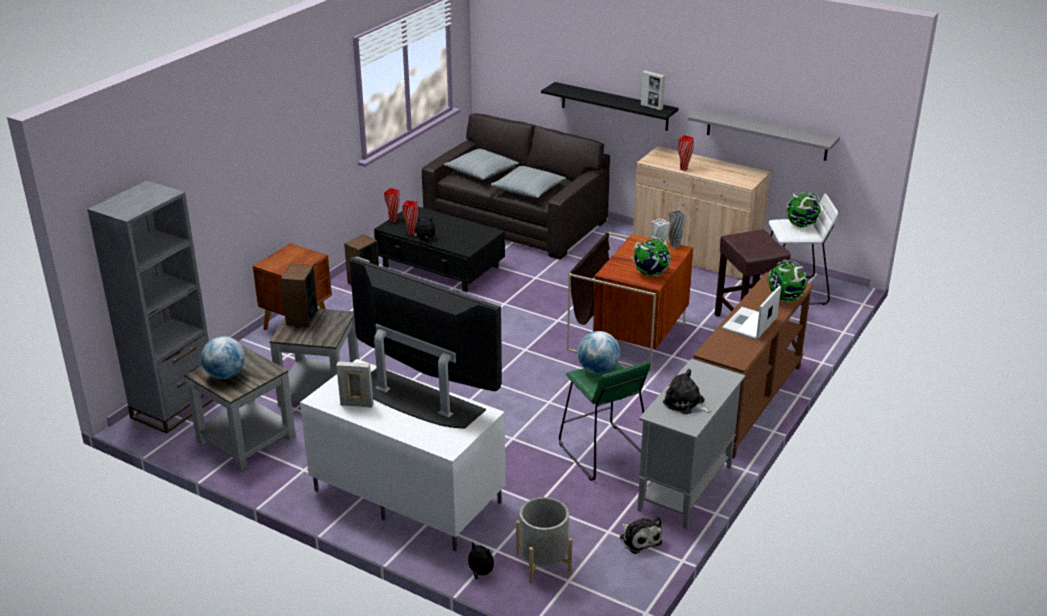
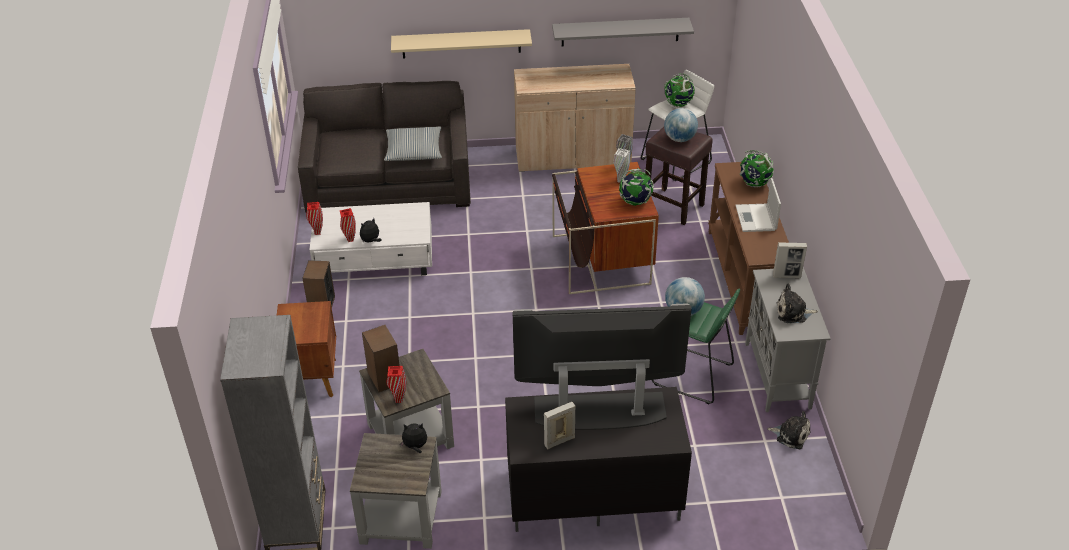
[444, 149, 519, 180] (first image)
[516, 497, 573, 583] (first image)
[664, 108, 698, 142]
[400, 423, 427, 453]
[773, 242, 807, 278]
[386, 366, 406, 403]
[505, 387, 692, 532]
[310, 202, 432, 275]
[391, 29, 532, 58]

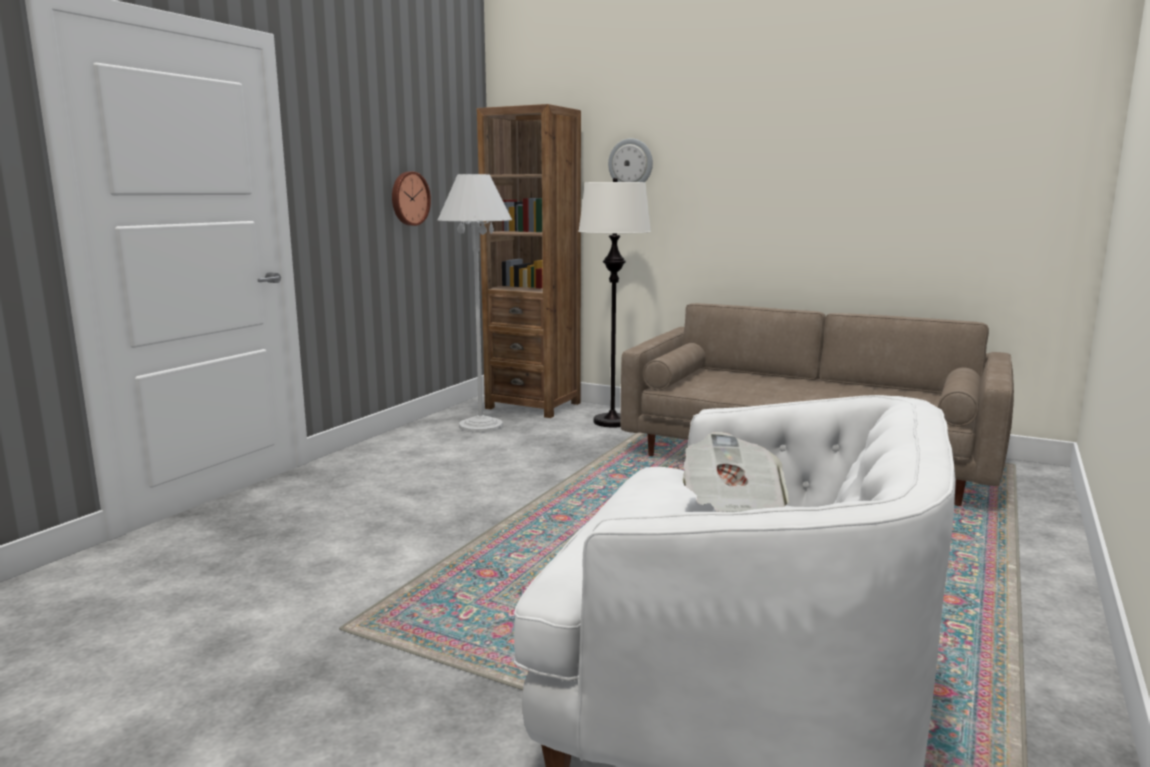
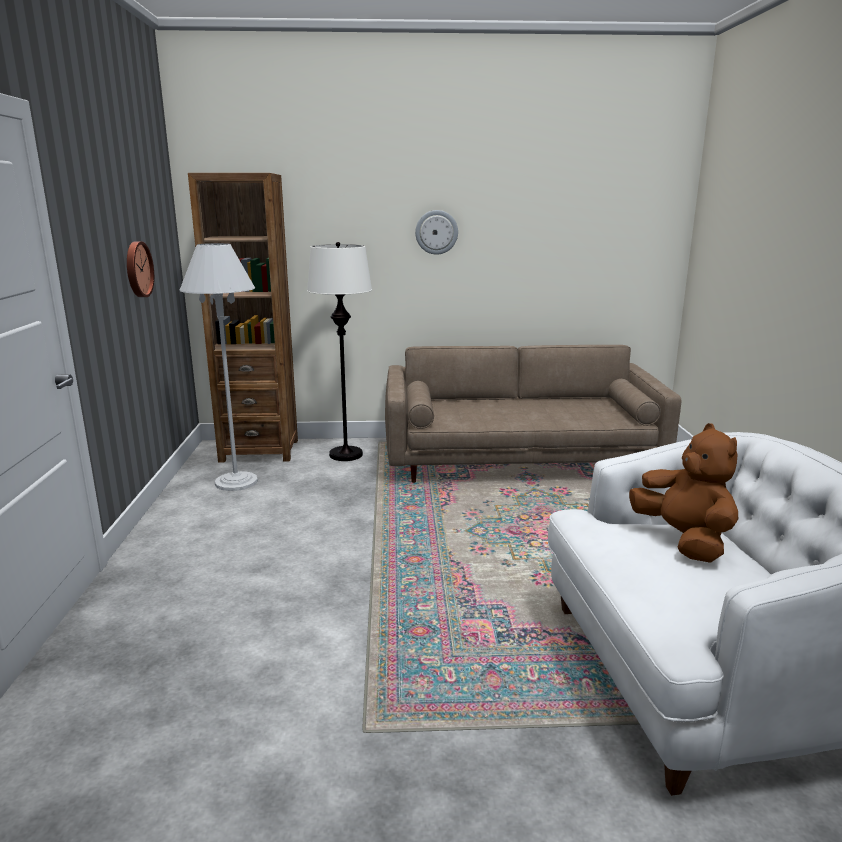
[415, 210, 458, 255]
[629, 423, 738, 563]

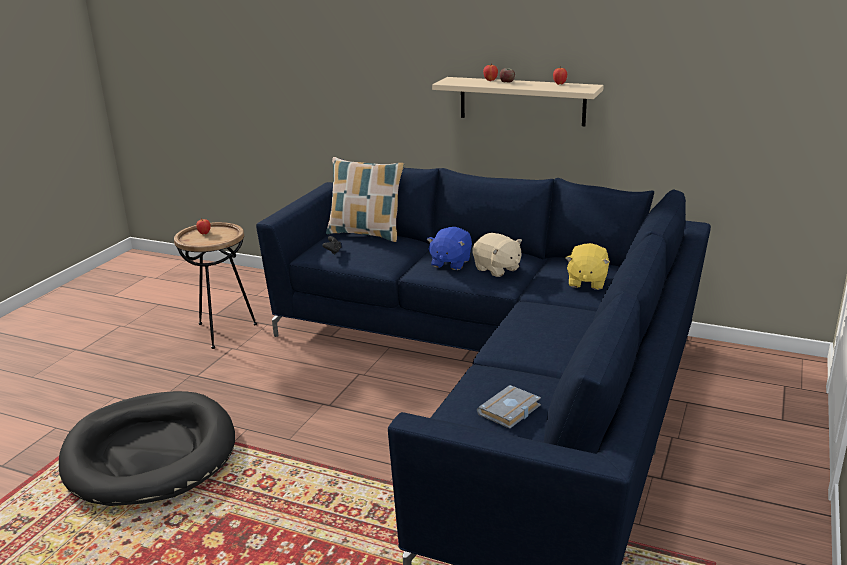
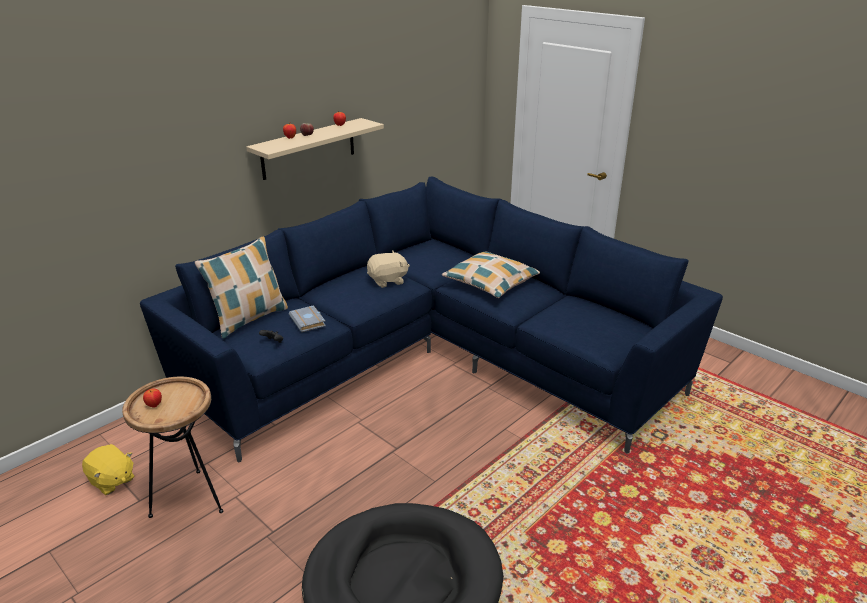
[427, 227, 472, 270] (first image)
[442, 252, 540, 298]
[289, 305, 326, 332]
[82, 444, 135, 495]

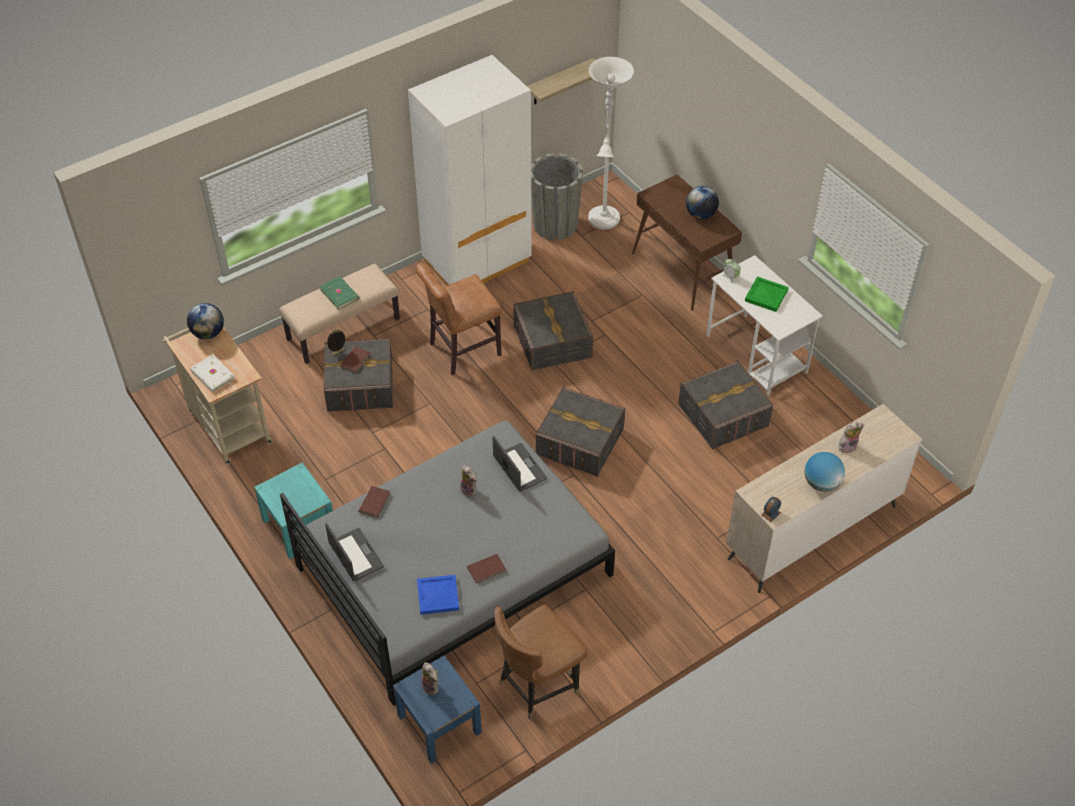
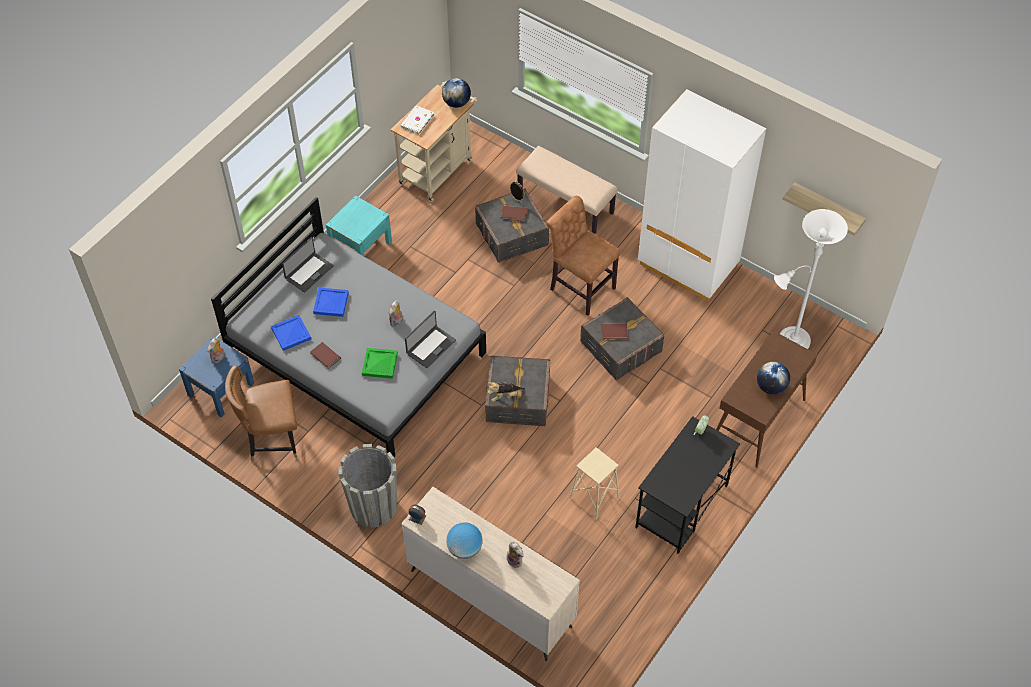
[319, 276, 359, 310] (first image)
[313, 288, 349, 317]
[488, 382, 525, 402]
[601, 323, 628, 339]
[338, 444, 397, 528]
[362, 348, 398, 379]
[570, 447, 620, 520]
[635, 416, 740, 554]
[225, 365, 297, 461]

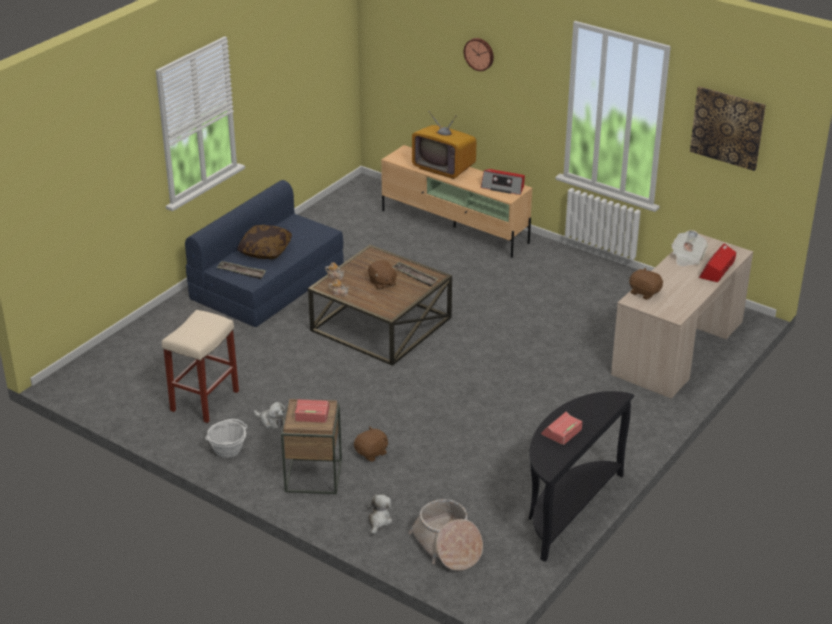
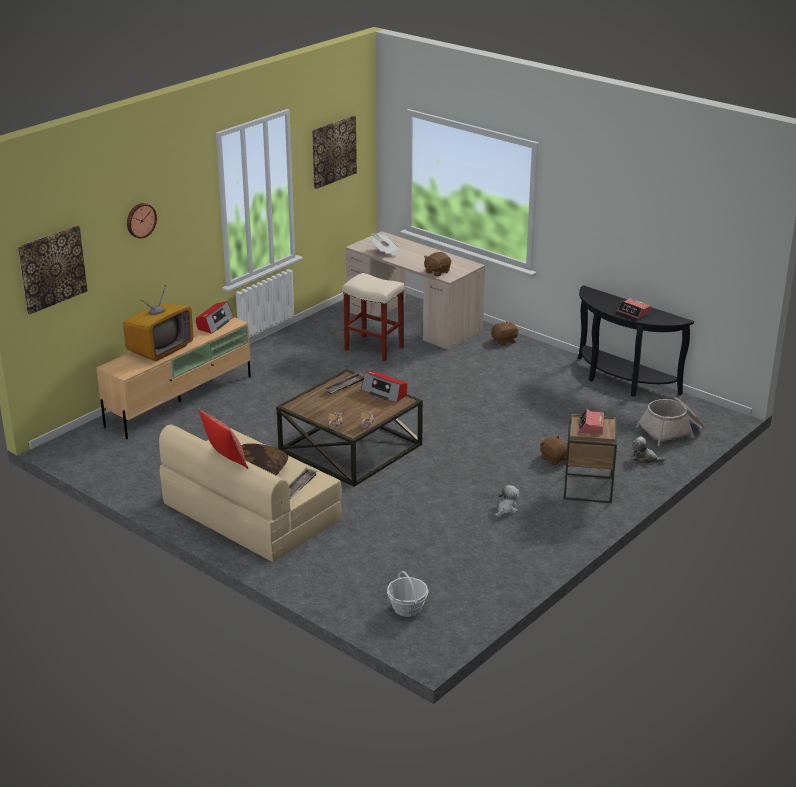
[18, 225, 87, 314]
[198, 409, 248, 469]
[343, 273, 405, 362]
[387, 571, 428, 617]
[491, 321, 519, 346]
[361, 372, 407, 403]
[159, 425, 342, 562]

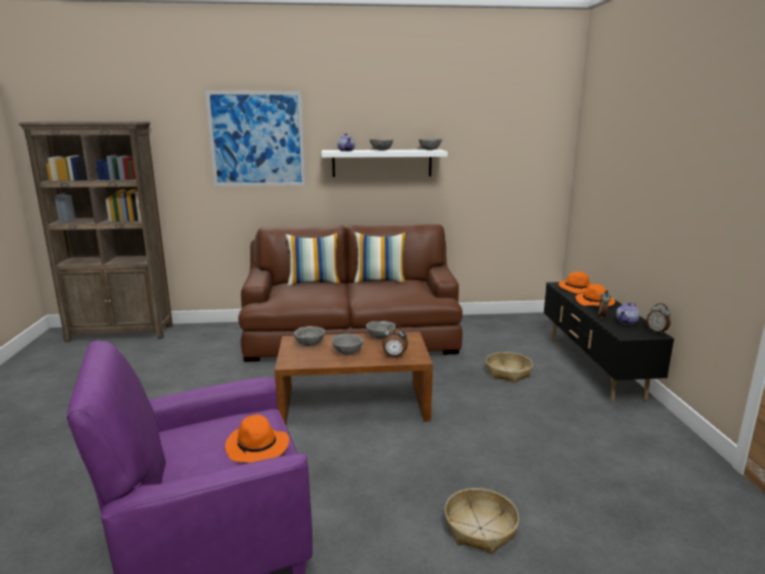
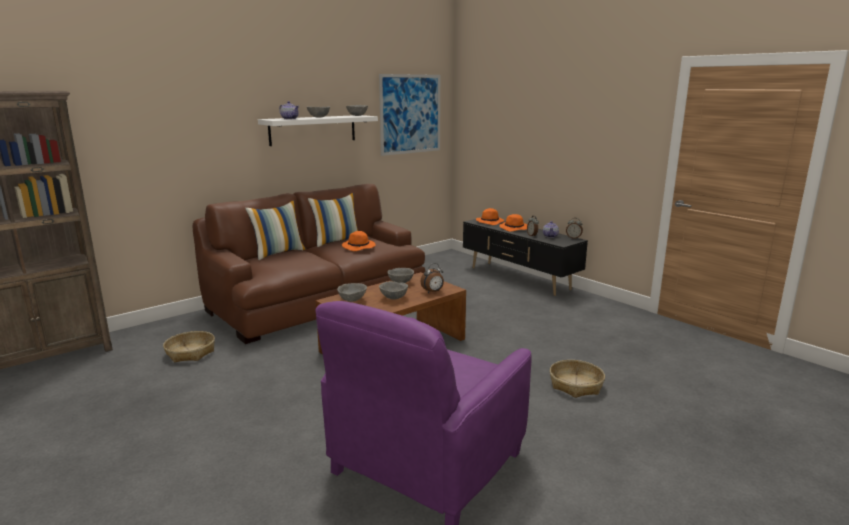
[379, 74, 440, 156]
[342, 231, 376, 251]
[163, 331, 215, 362]

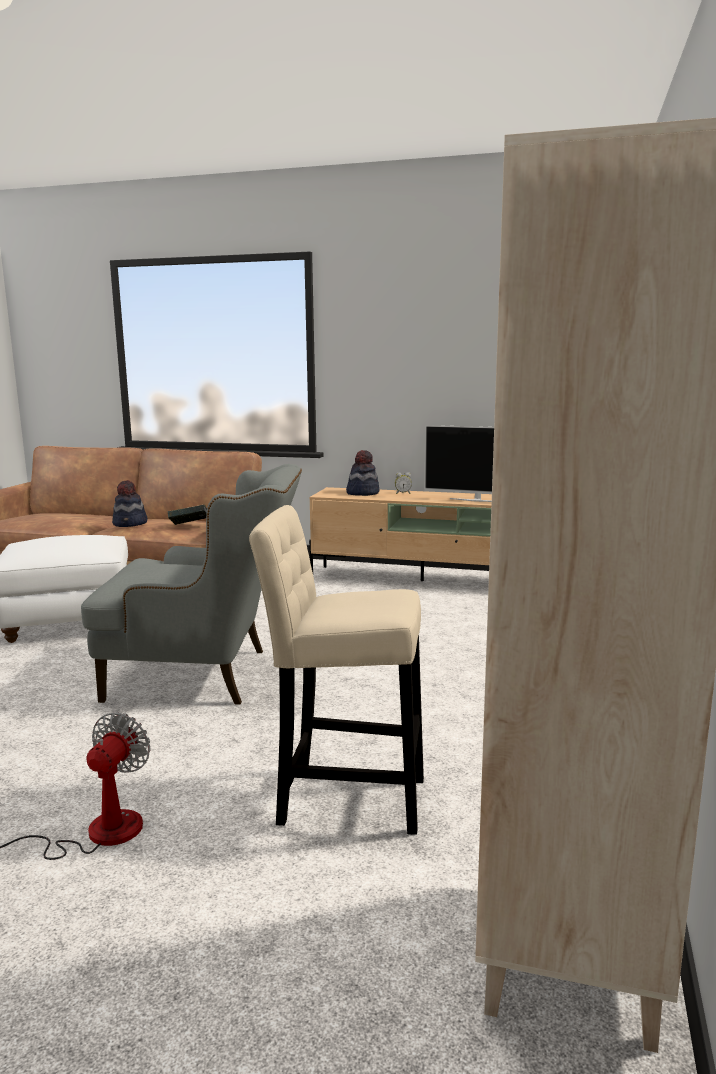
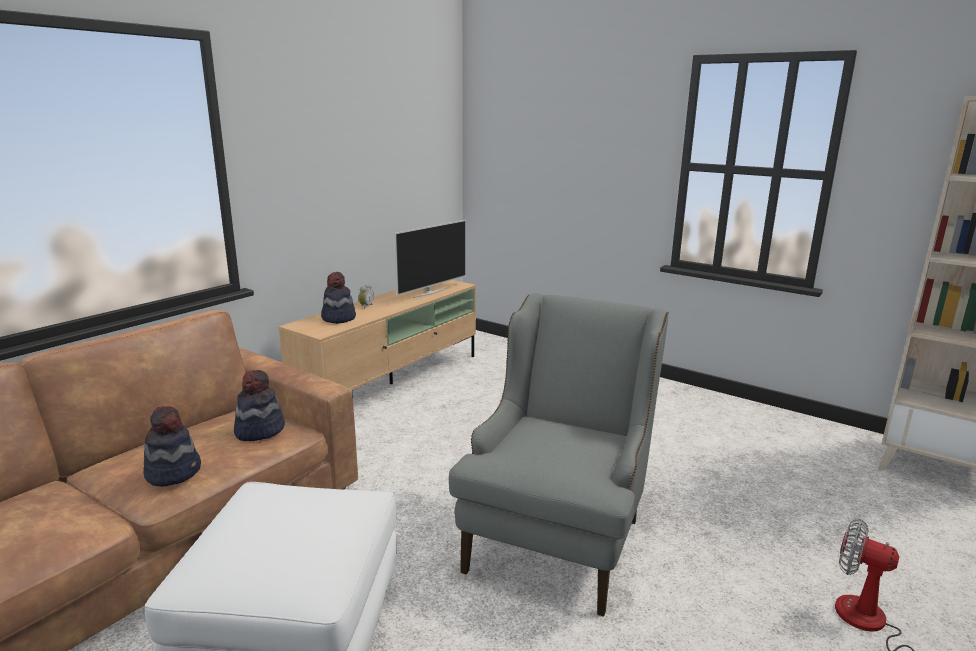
[249, 505, 424, 835] (first image)
[234, 370, 285, 441]

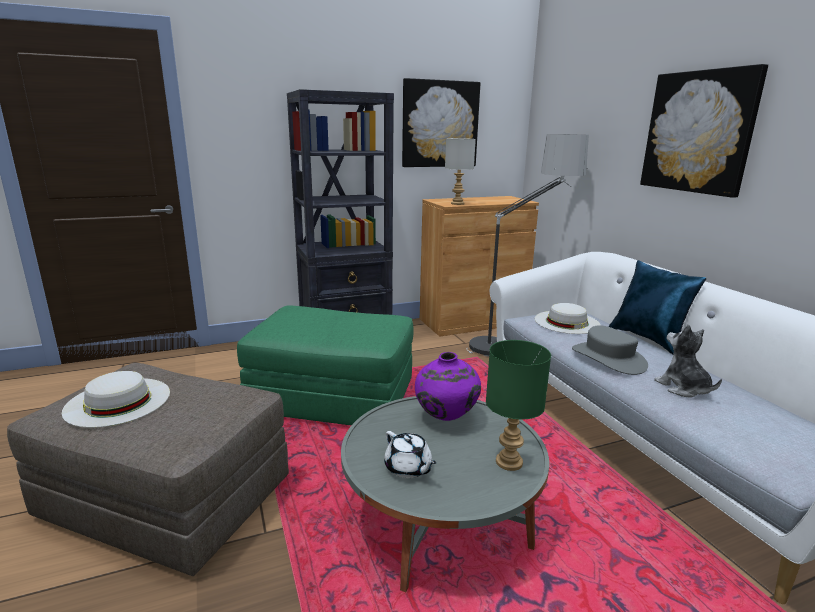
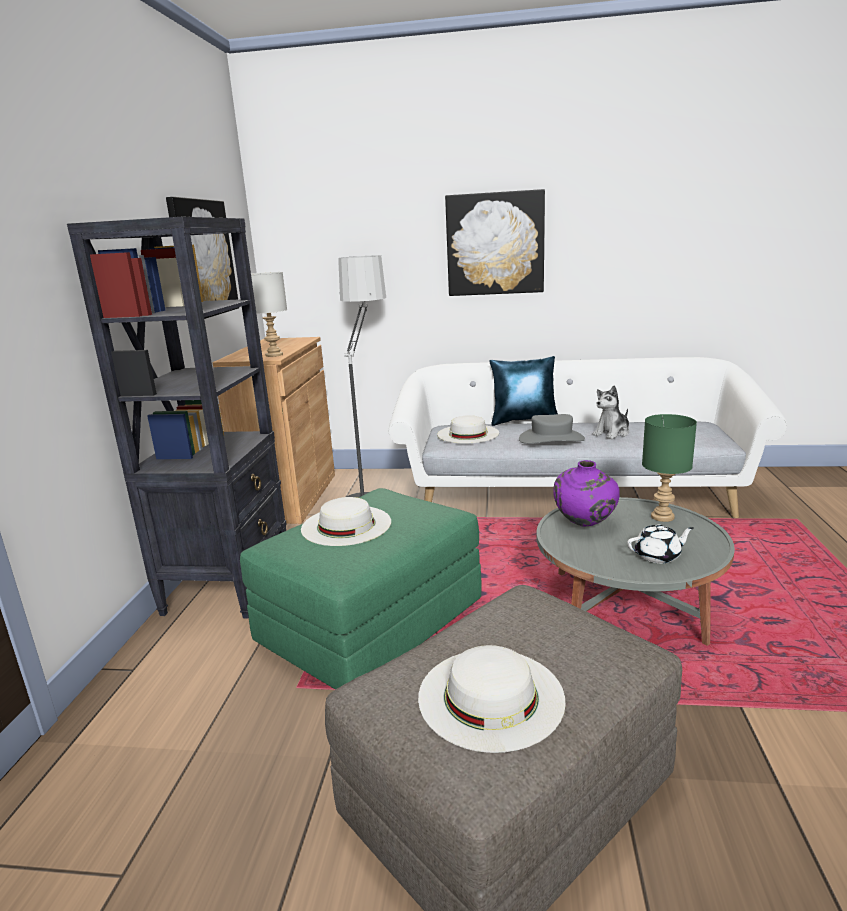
[301, 497, 391, 546]
[592, 385, 629, 439]

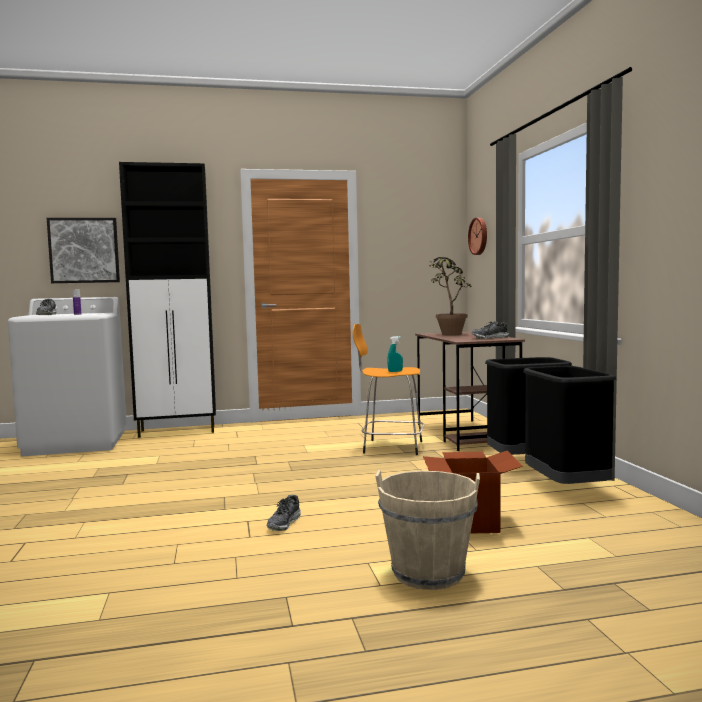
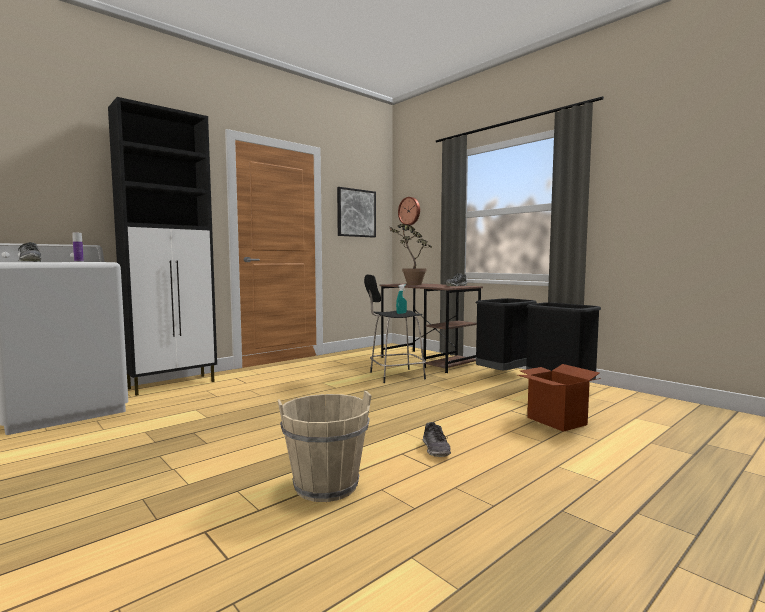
[337, 187, 376, 238]
[278, 391, 372, 502]
[364, 274, 426, 383]

